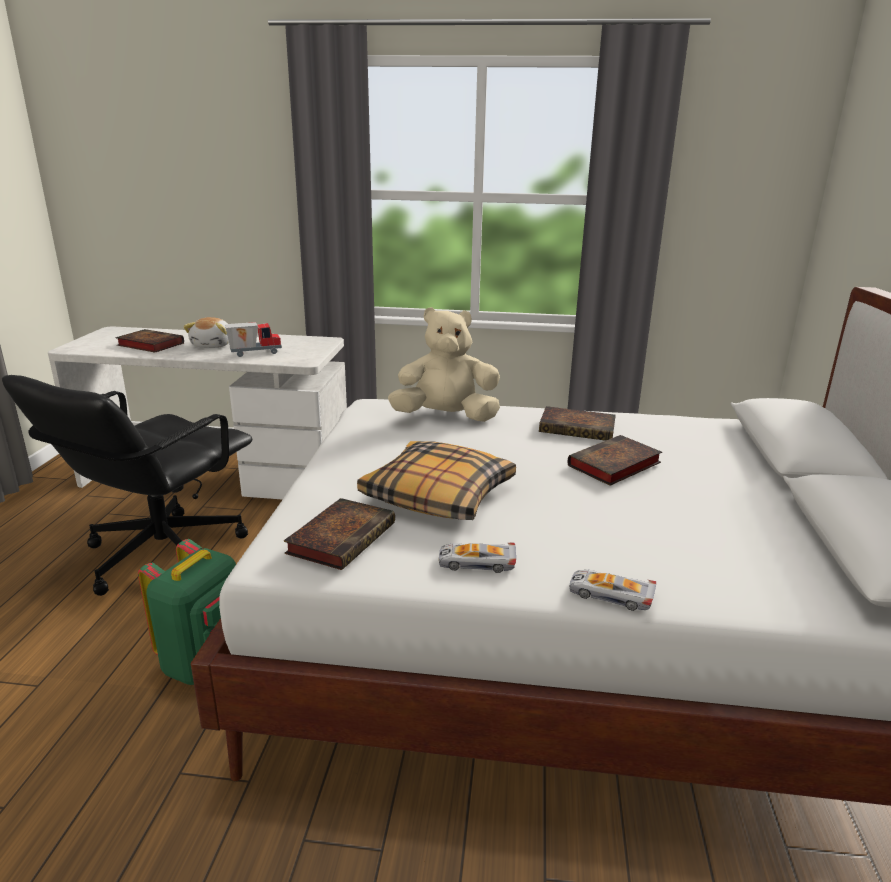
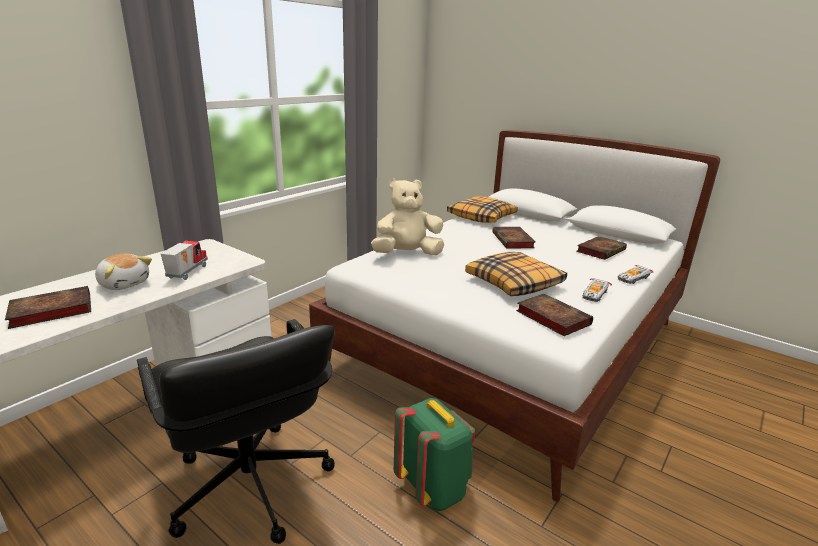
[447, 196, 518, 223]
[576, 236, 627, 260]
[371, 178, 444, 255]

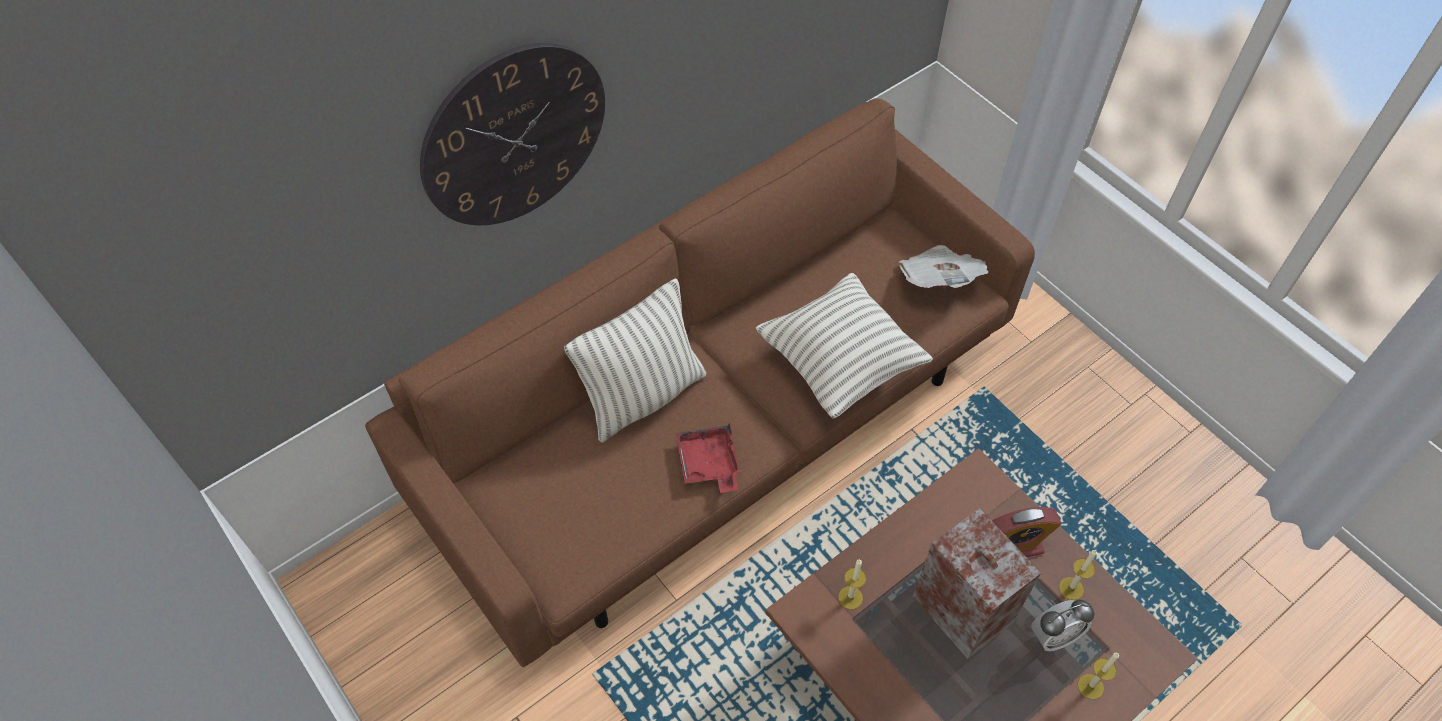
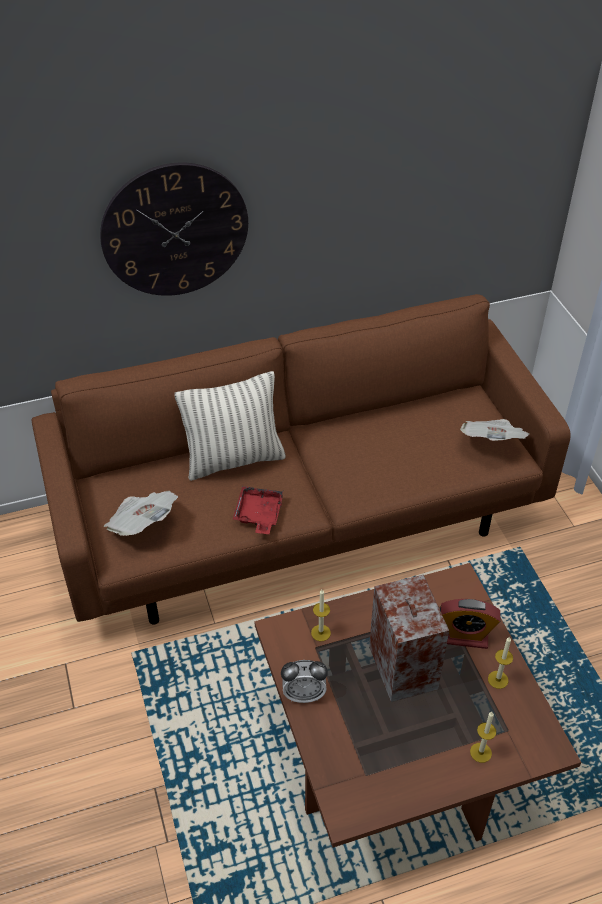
[755, 273, 933, 419] (first image)
[103, 491, 178, 536]
[281, 660, 328, 703]

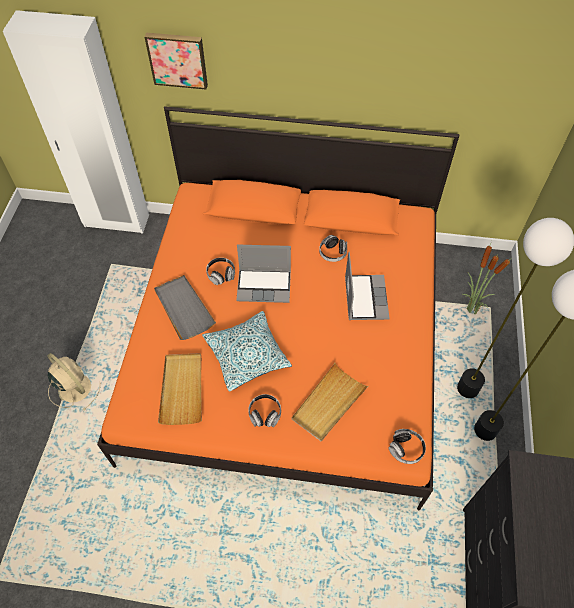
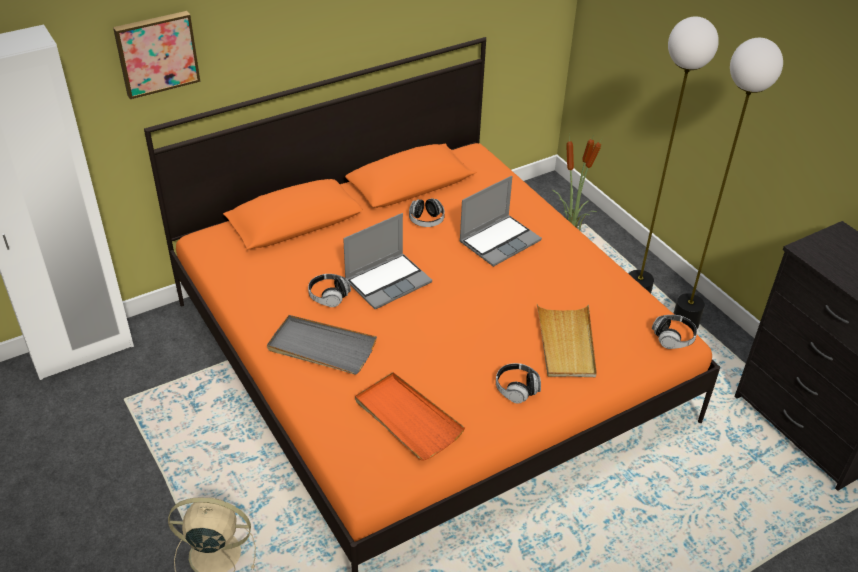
[202, 311, 292, 391] (first image)
[355, 372, 465, 461]
[459, 176, 542, 267]

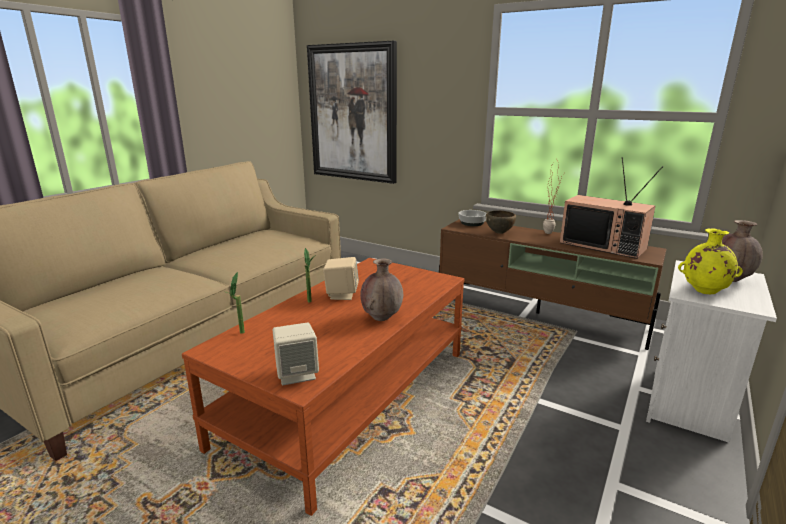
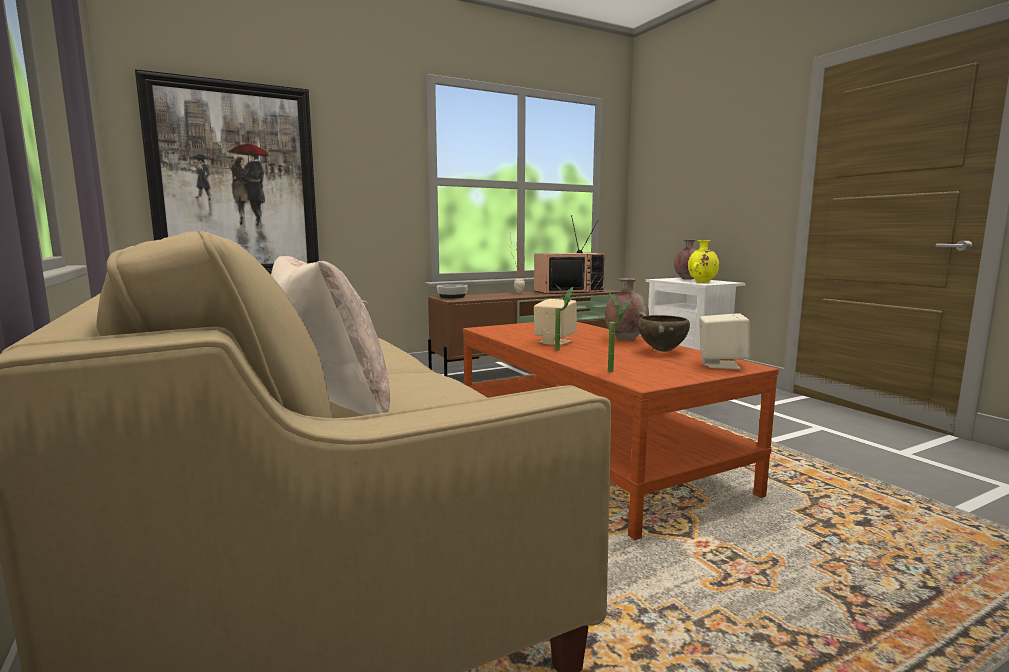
[271, 256, 390, 415]
[638, 315, 690, 352]

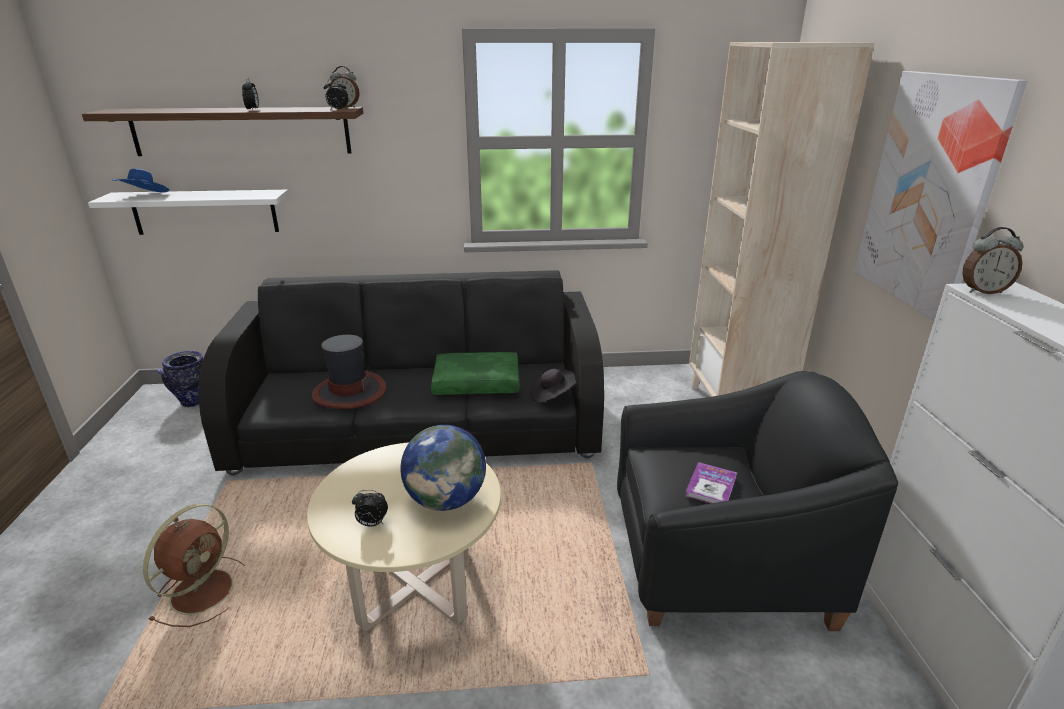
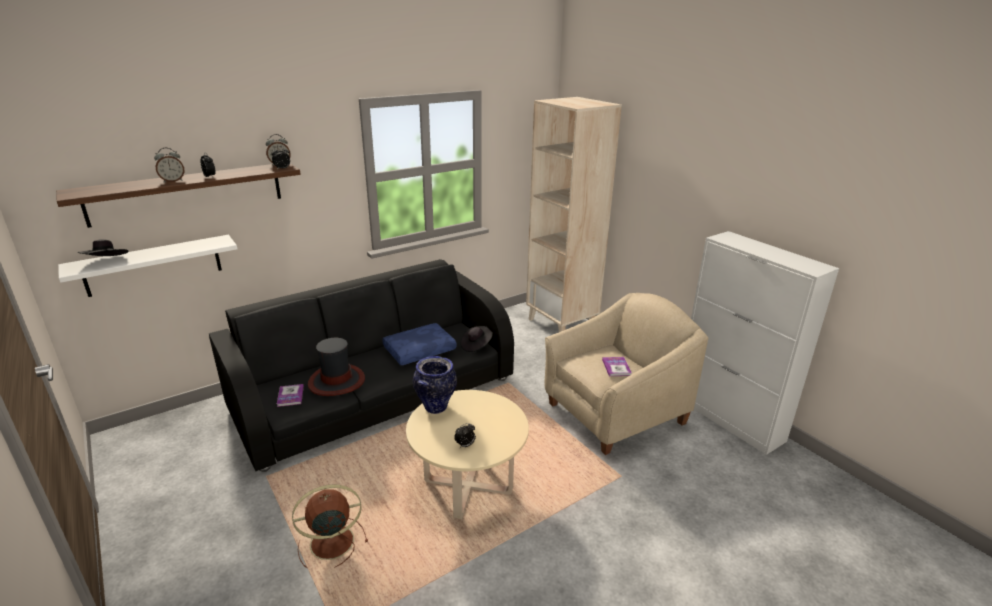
[400, 425, 486, 511] (first image)
[854, 71, 1027, 321] (first image)
[277, 384, 304, 407]
[413, 356, 457, 414]
[154, 147, 184, 183]
[77, 239, 128, 256]
[382, 323, 457, 365]
[544, 293, 708, 455]
[292, 484, 368, 569]

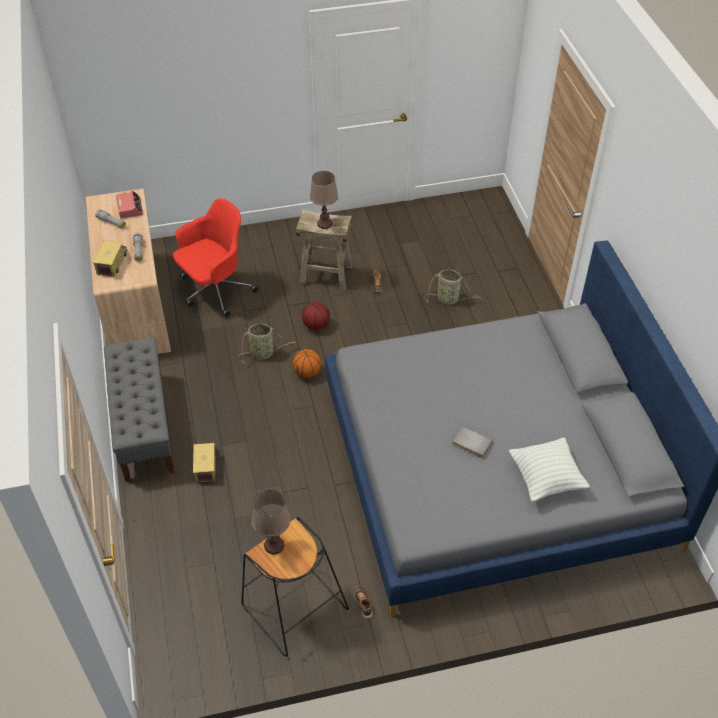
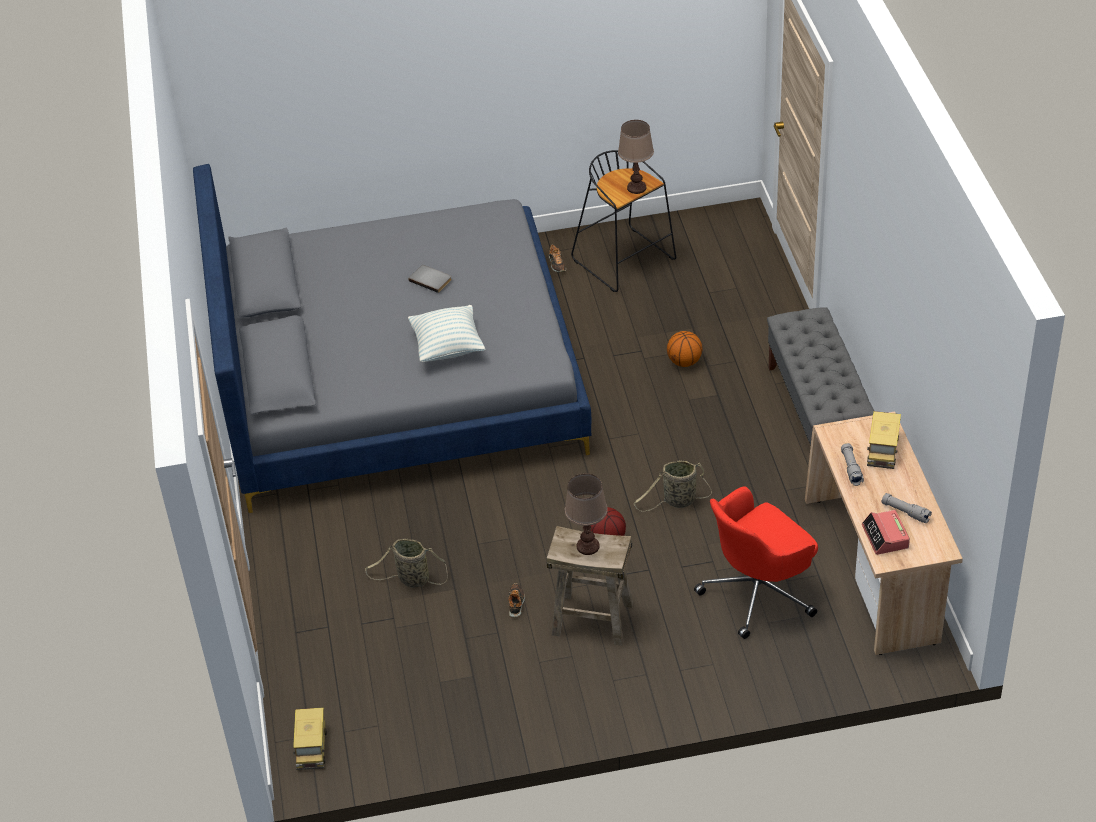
[293, 707, 326, 770]
[667, 331, 703, 367]
[408, 305, 485, 362]

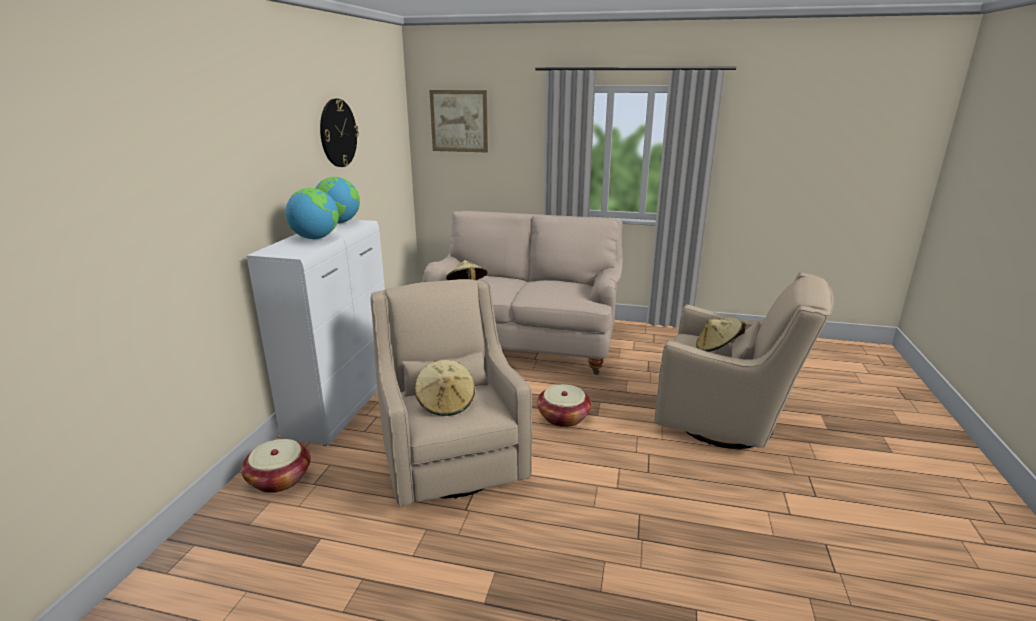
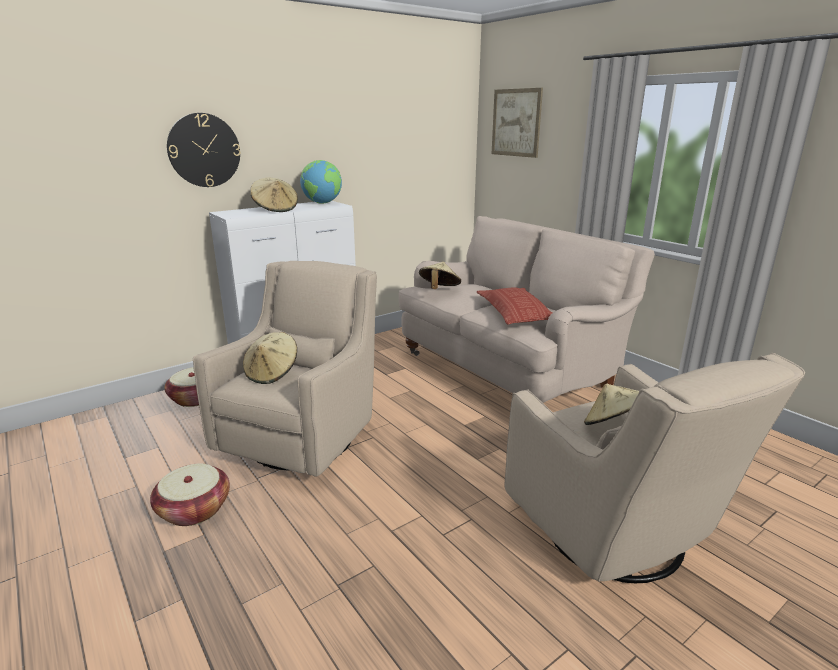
[477, 287, 552, 325]
[167, 113, 241, 187]
[150, 463, 230, 526]
[250, 178, 298, 212]

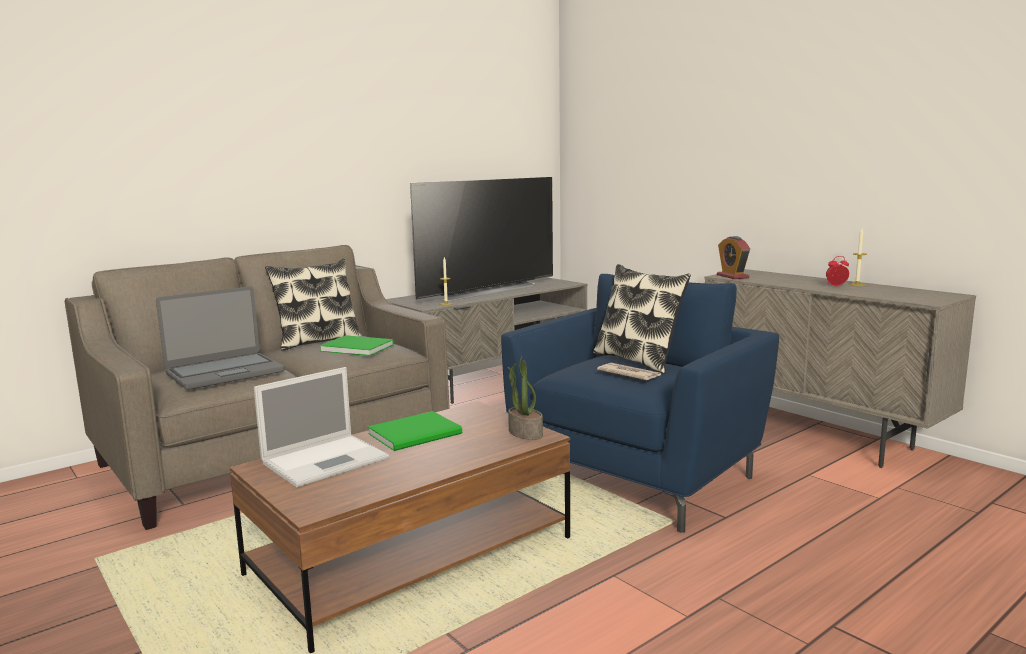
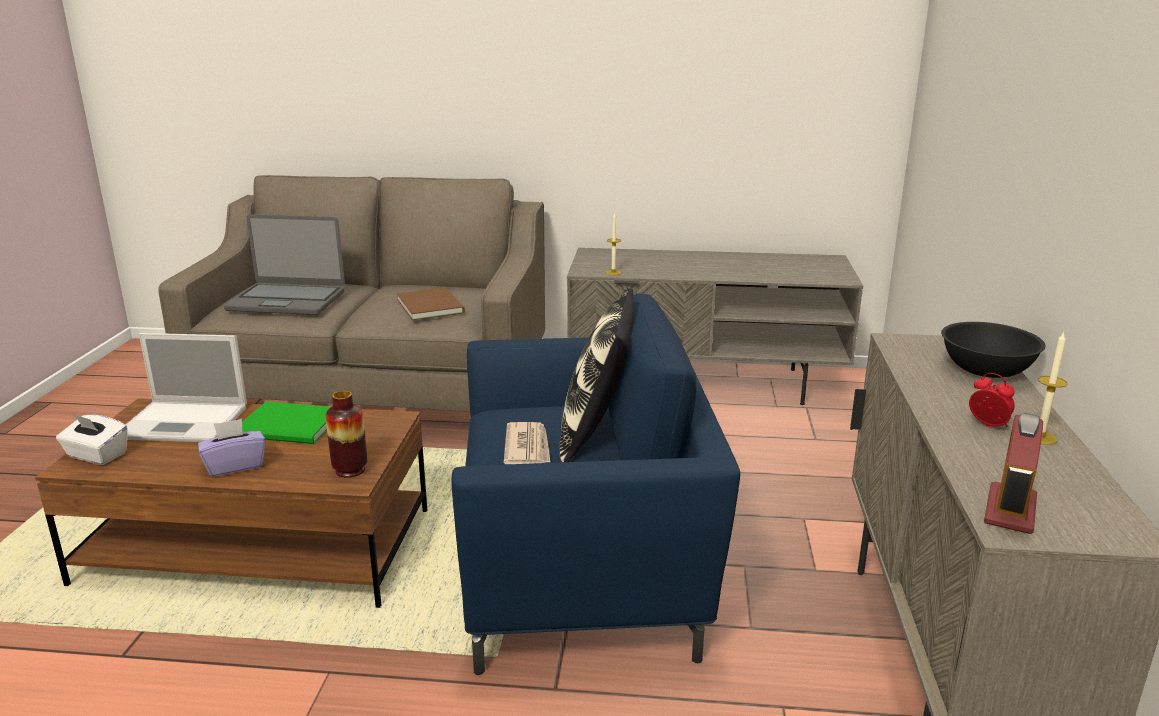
[265, 259, 362, 351] (first image)
[410, 177, 553, 301] (first image)
[56, 414, 128, 465]
[198, 419, 266, 477]
[941, 322, 1046, 378]
[984, 413, 1043, 534]
[325, 391, 367, 478]
[397, 287, 465, 320]

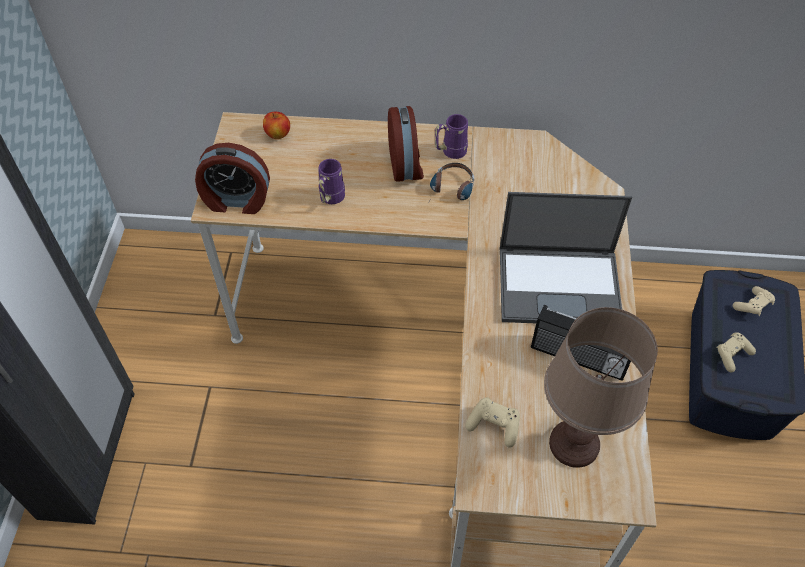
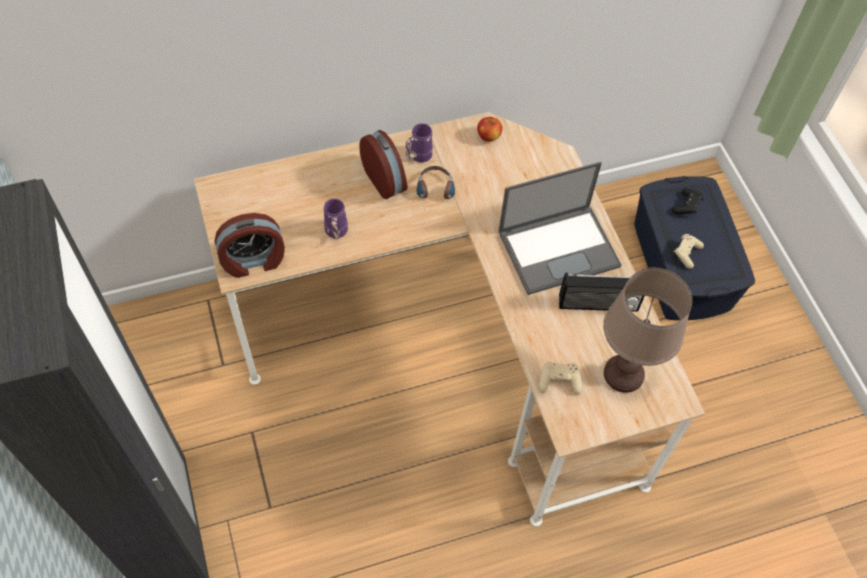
[477, 117, 502, 142]
[672, 189, 704, 214]

